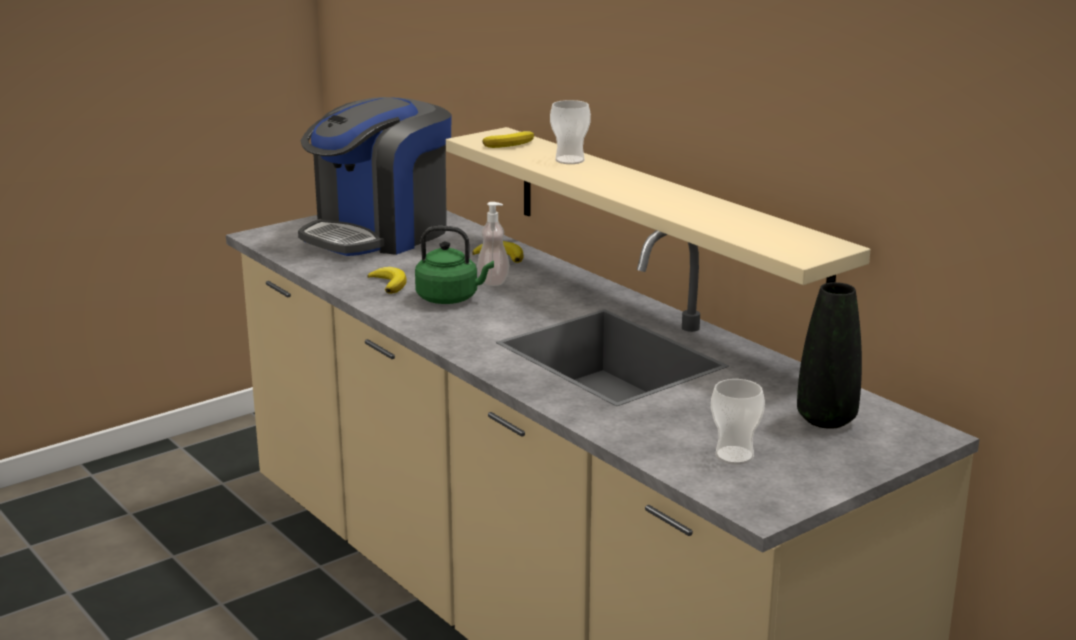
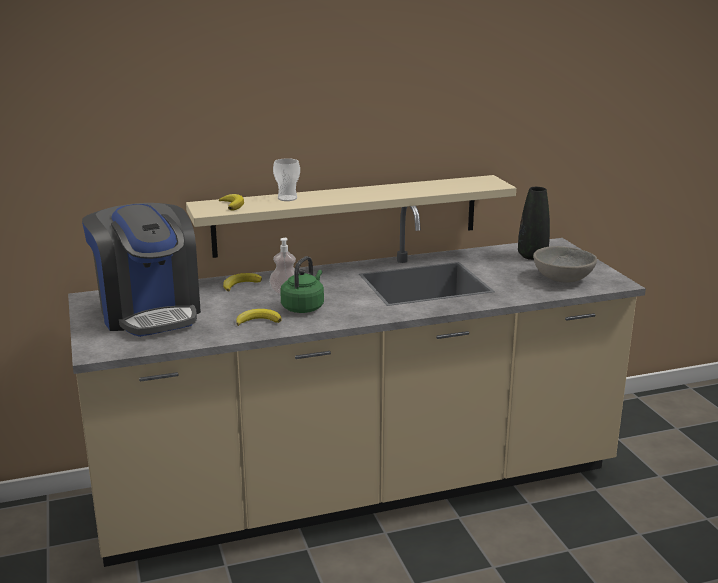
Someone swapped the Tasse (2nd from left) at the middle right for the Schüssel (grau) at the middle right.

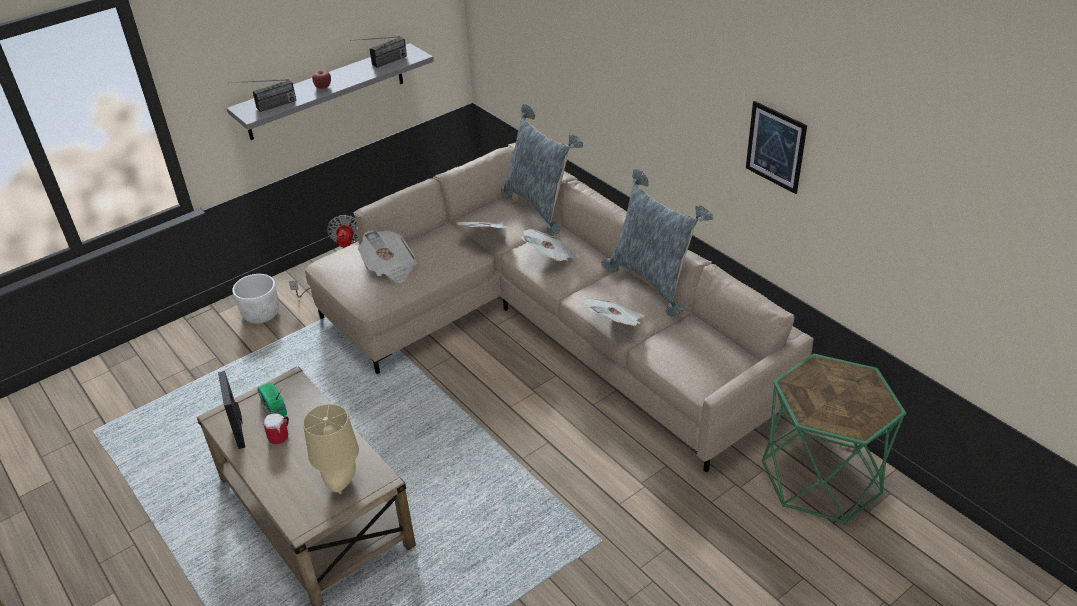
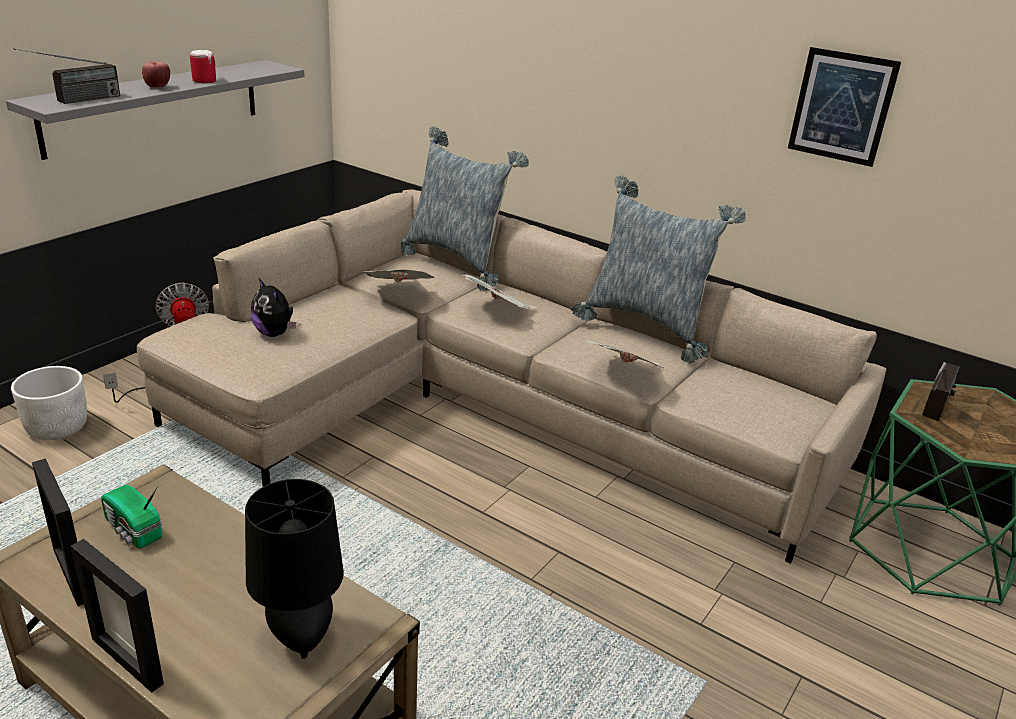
Someone carried the Radio (3rd from left) from the top centre to the middle right.
Someone swapped the Zeitung (1st from left) at the centre for the Plüschtier at the middle left.
Someone repainted the Tischlampe (beige) at the bottom left, which became the Tischlampe (schwarz) at the bottom left.
Someone carried the Henkelbecher from the bottom left to the top left.
Someone put down the Bilderrahmen (2nd from left) at the bottom left.

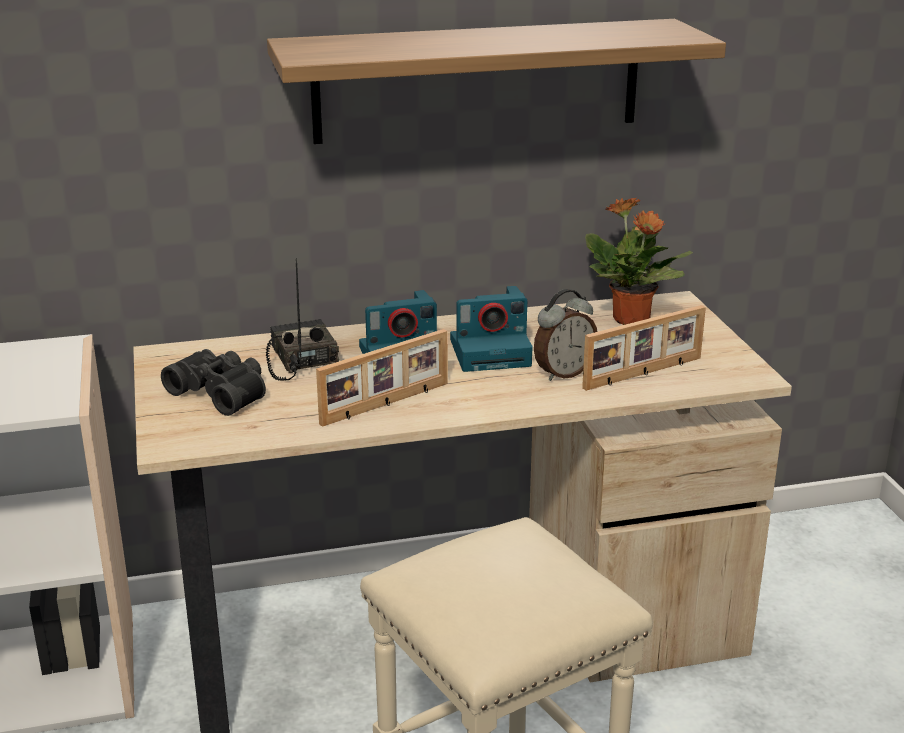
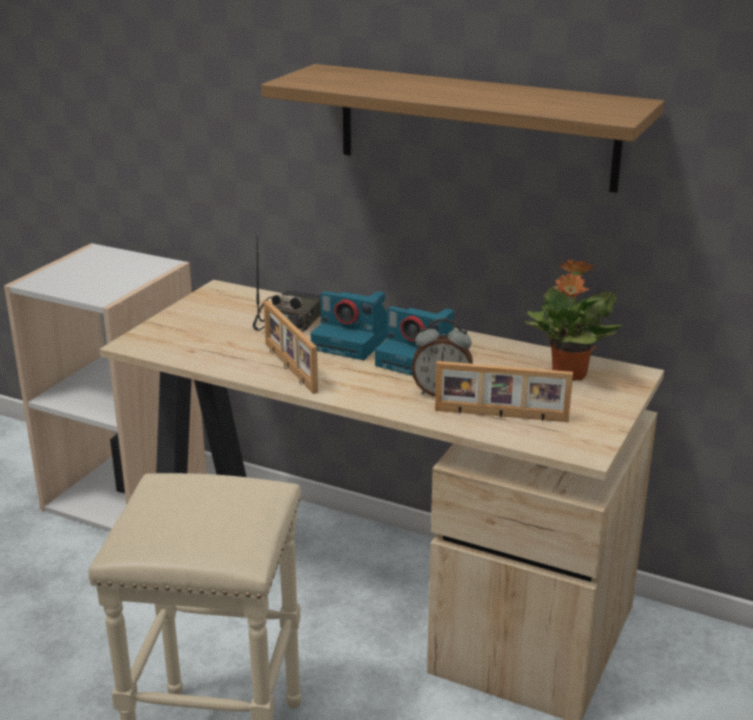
Someone rotated the Bilderrahmen (1st from left) at the centre by 60 degrees clockwise.
Someone took away the Fernglas (schwarz) at the middle left.

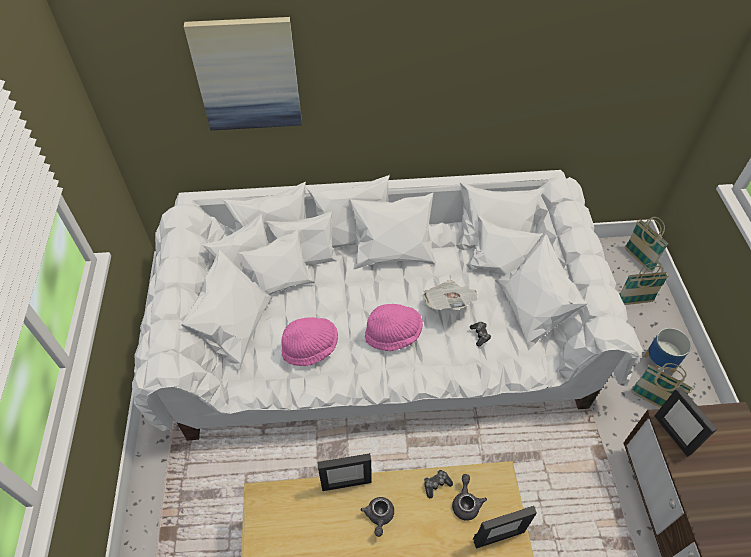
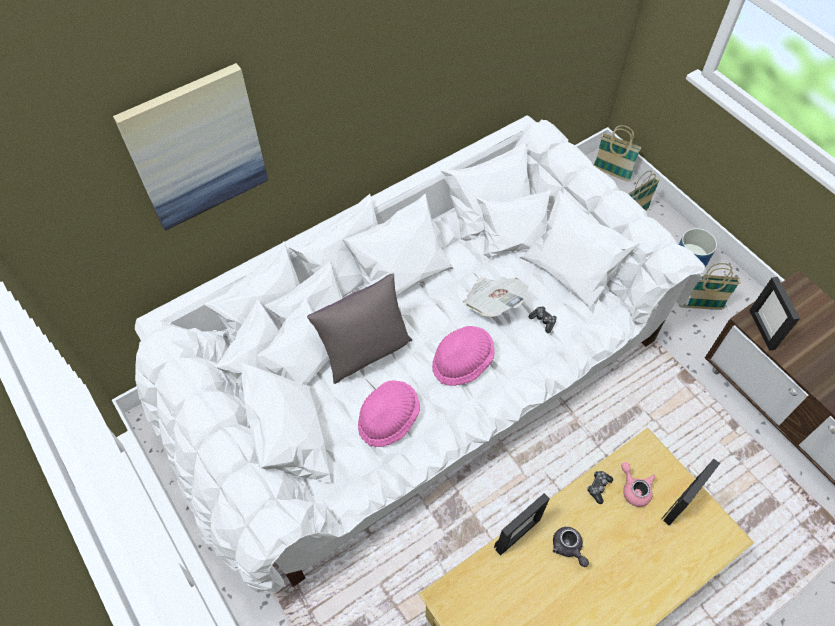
Someone rotated the Bilderrahmen (3rd from left) at the bottom right by 45 degrees clockwise.
Someone repainted the Teekanne (grau) (2nd from left) at the bottom centre, which became the Teekanne (rosa) at the bottom right.
Someone put down the Kissen (grau) at the centre.

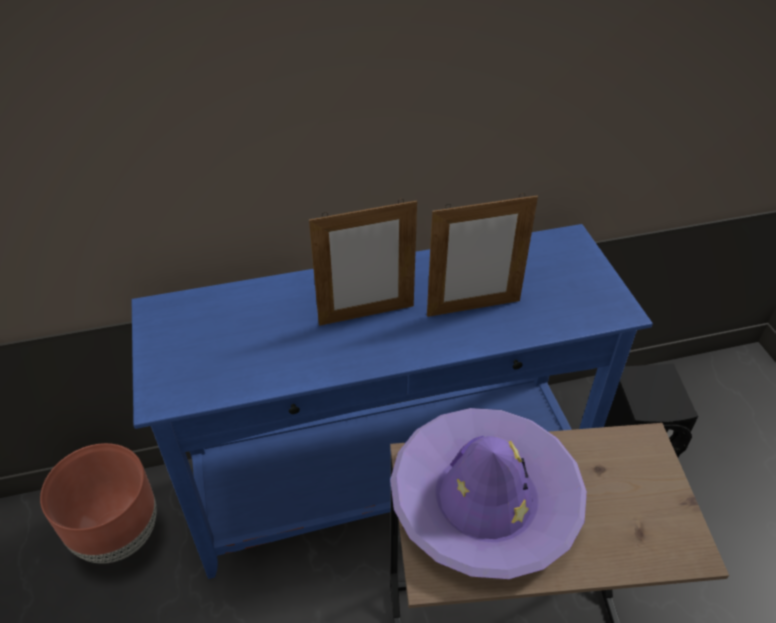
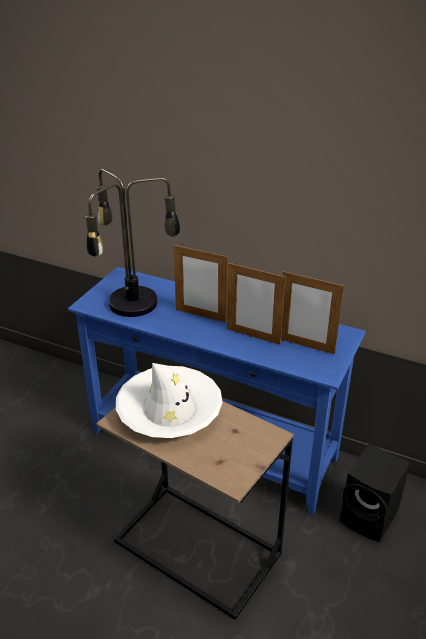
Someone repainted the Hut (lila) at the bottom centre, which became the Hut (weiß) at the centre.
Someone took away the Pflanzkübel (braun) at the bottom left.
Someone put down the Tischlampe at the middle left.
Someone put down the Bilderrahmen (3rd from left) at the middle right.

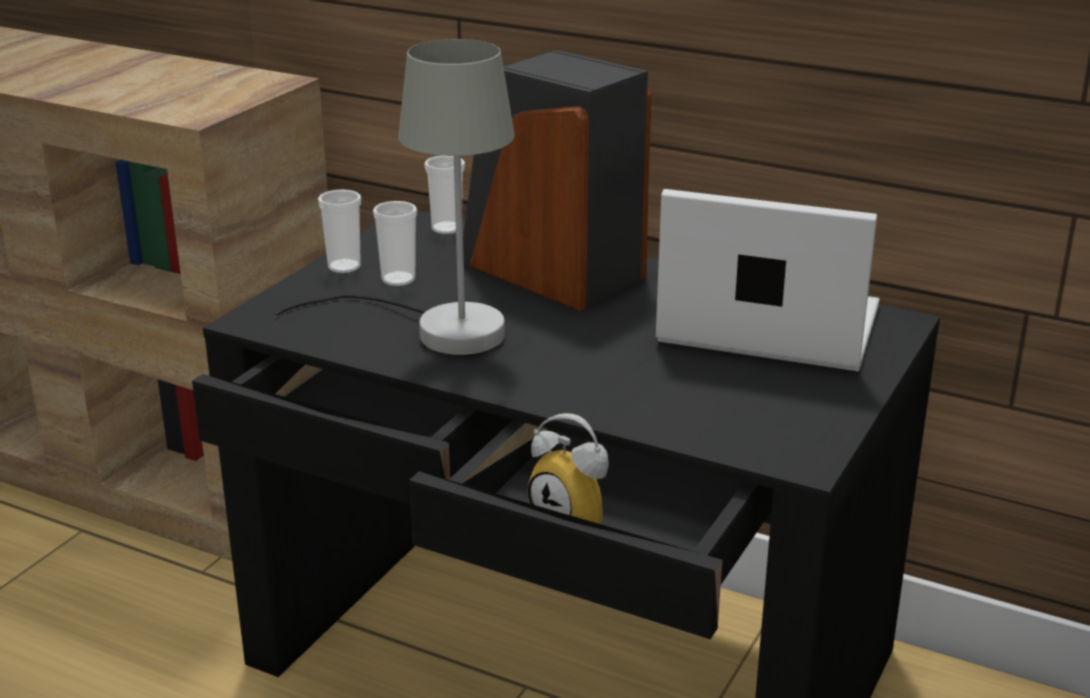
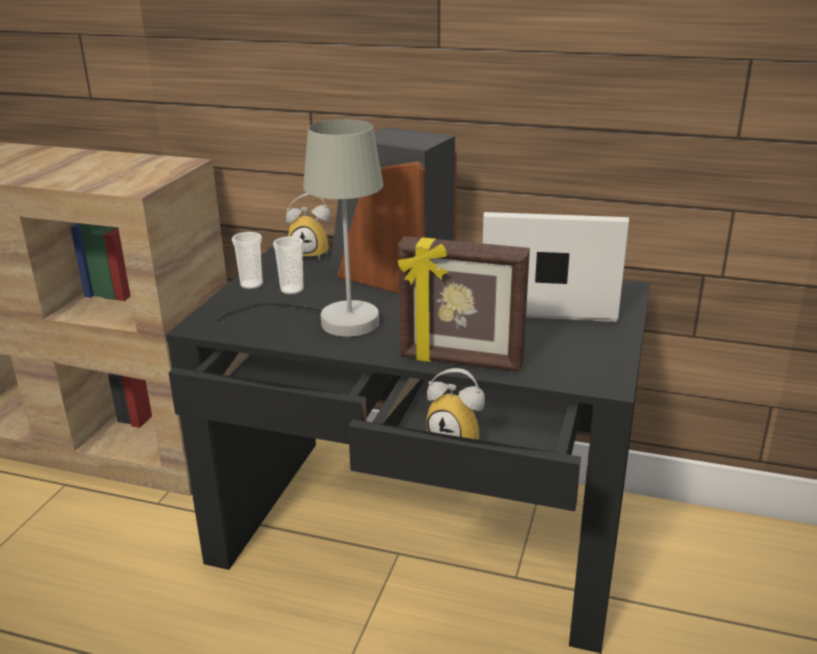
Someone swapped the Tasse (3rd from left) at the top centre for the Wecker (1st from left) at the centre.
Someone put down the Bilderrahmen at the centre.

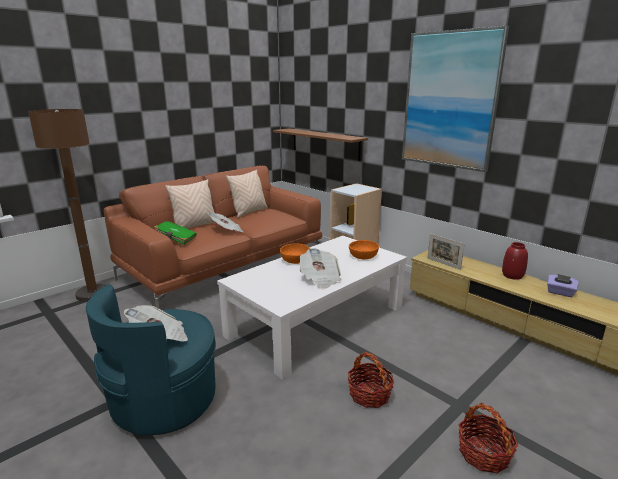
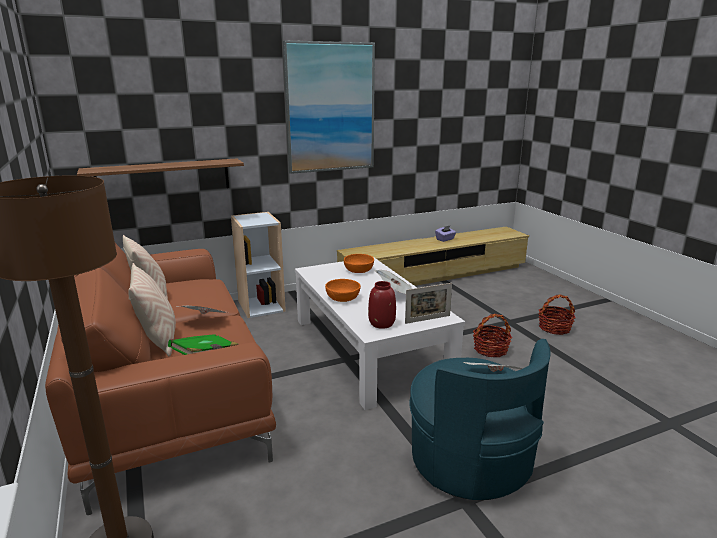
Someone carried the Bilderrahmen from the middle right to the centre.
Someone carried the Vase (rot) from the middle right to the centre.

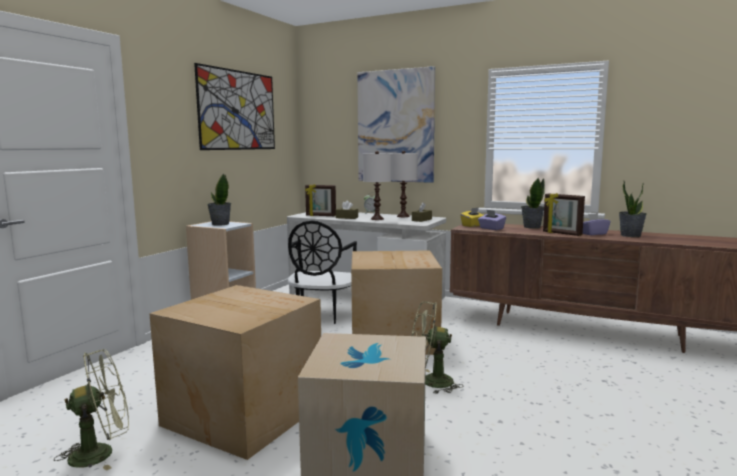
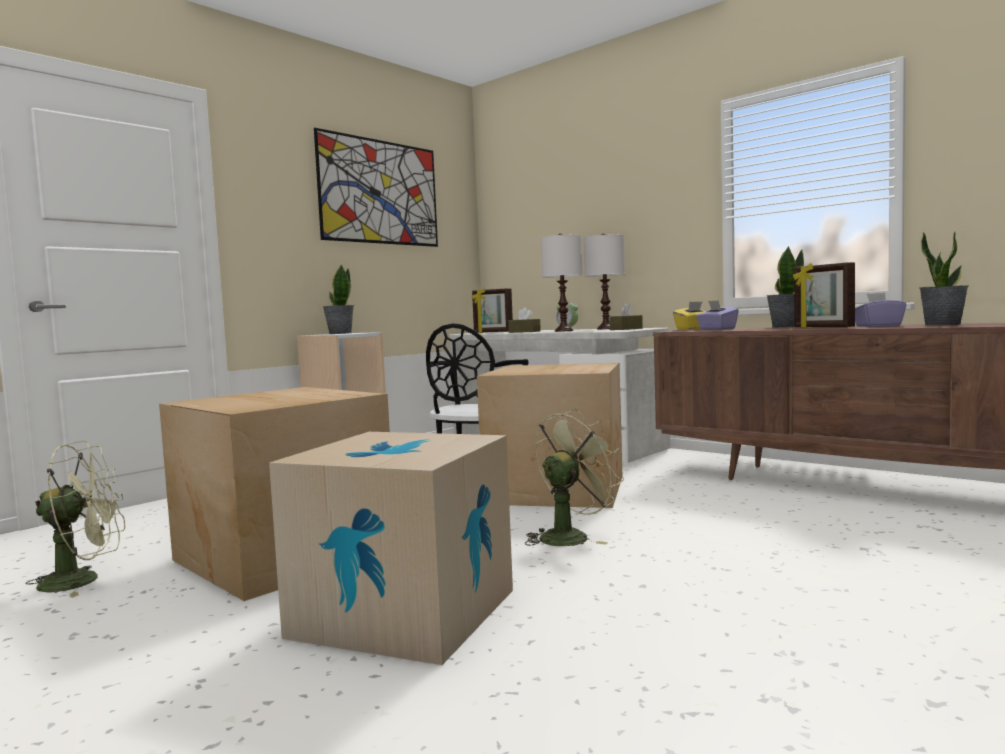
Someone took away the Bild (2nd from left) at the top centre.
Someone rotated the Ventilator (grün) (2nd from left) at the bottom centre by 120 degrees clockwise.

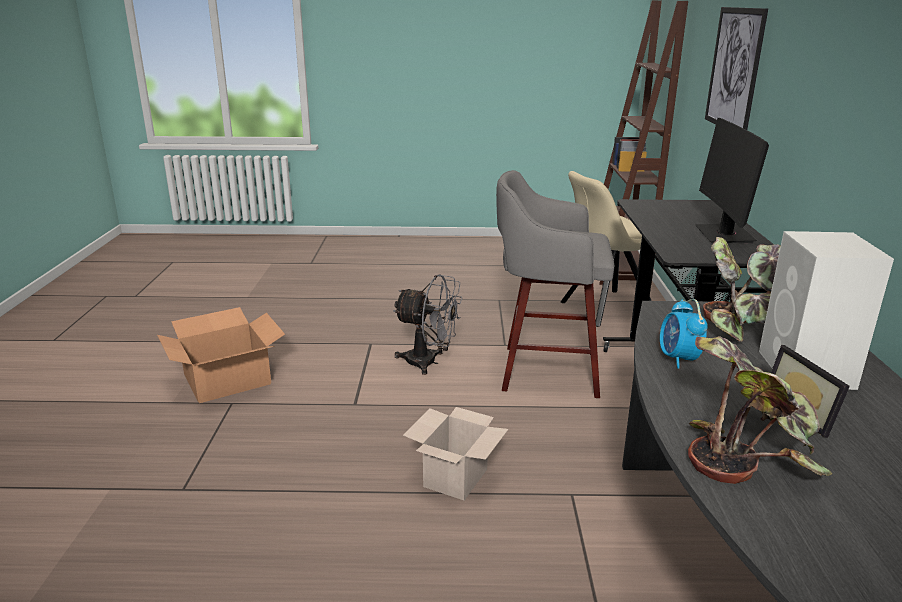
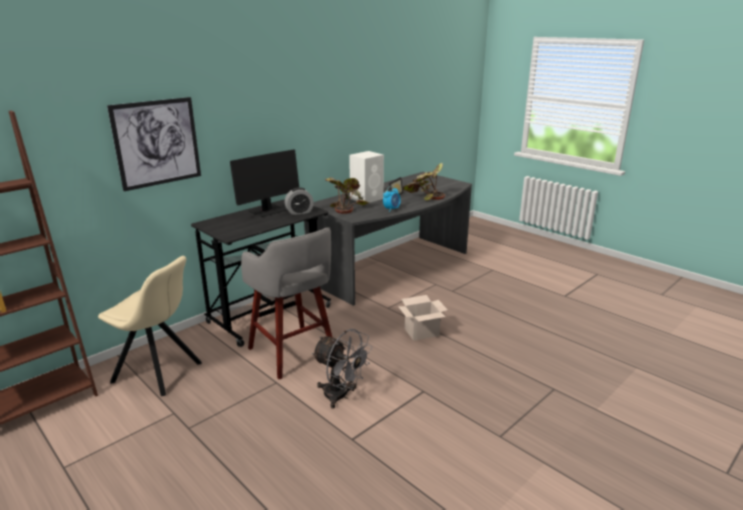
Someone rotated the Ventilator (grau) at the centre by 150 degrees clockwise.
Someone took away the Karton (1st from left) at the middle left.
Someone put down the Wecker (1st from left) at the centre.

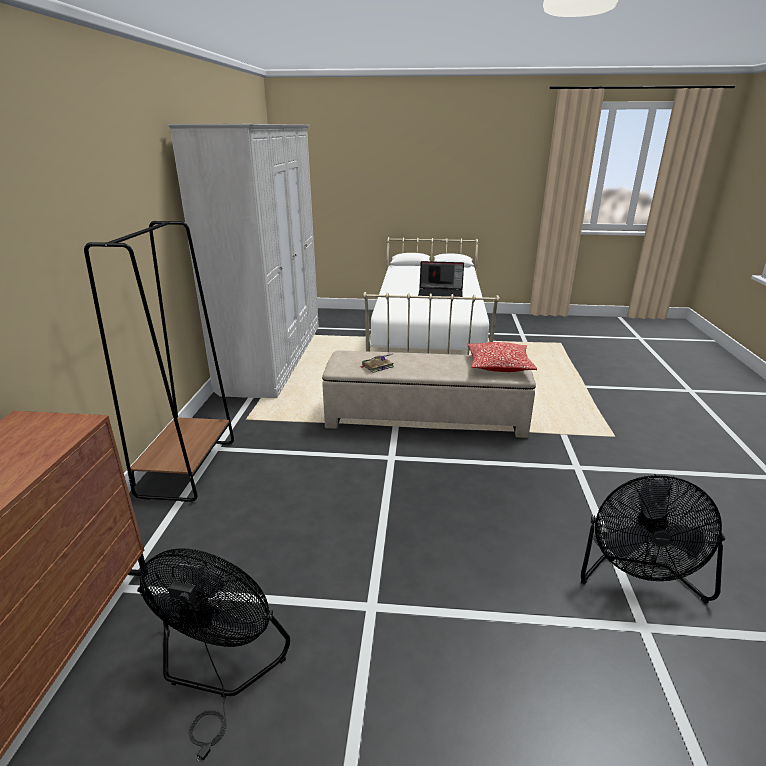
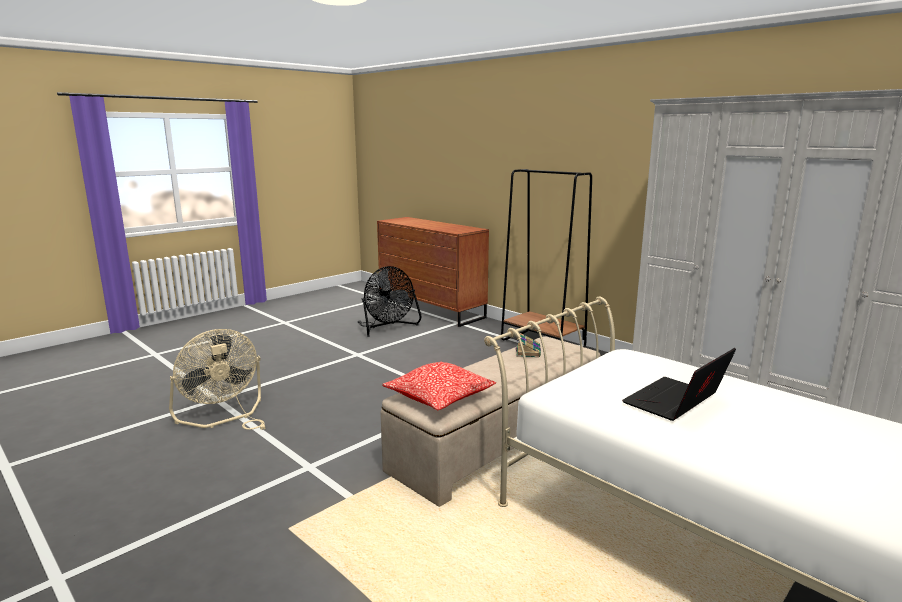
Someone repainted the Ventilator (schwarz) (2nd from left) at the bottom right, which became the Ventilator (beige) at the middle left.

